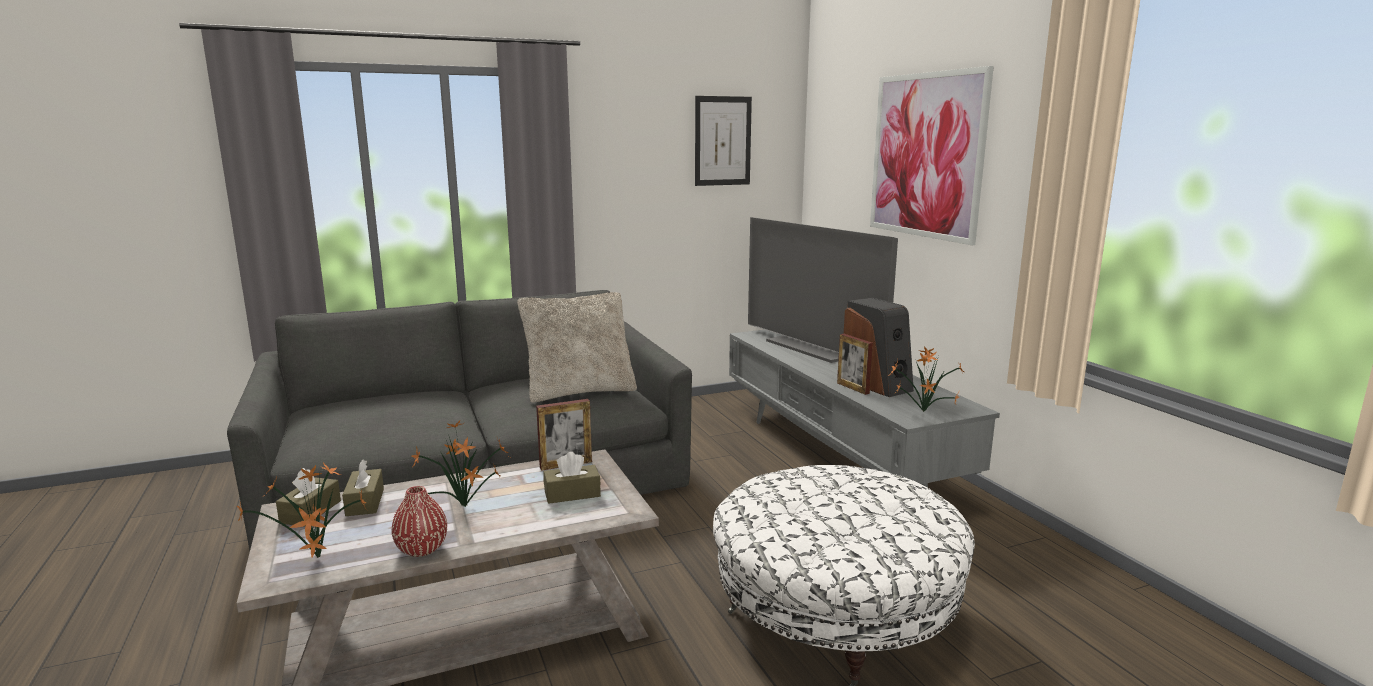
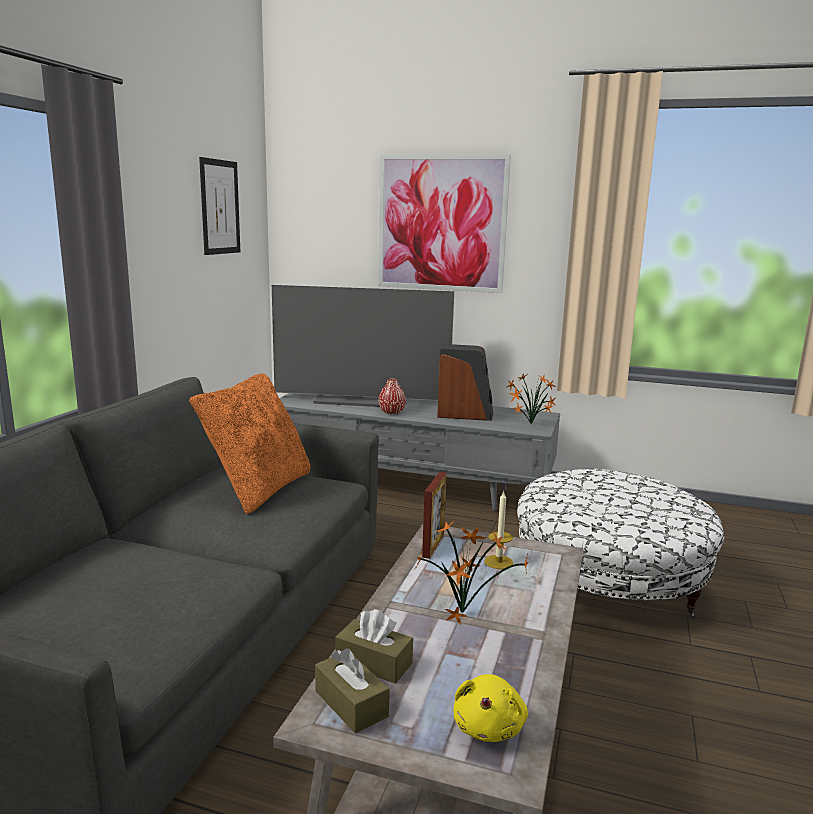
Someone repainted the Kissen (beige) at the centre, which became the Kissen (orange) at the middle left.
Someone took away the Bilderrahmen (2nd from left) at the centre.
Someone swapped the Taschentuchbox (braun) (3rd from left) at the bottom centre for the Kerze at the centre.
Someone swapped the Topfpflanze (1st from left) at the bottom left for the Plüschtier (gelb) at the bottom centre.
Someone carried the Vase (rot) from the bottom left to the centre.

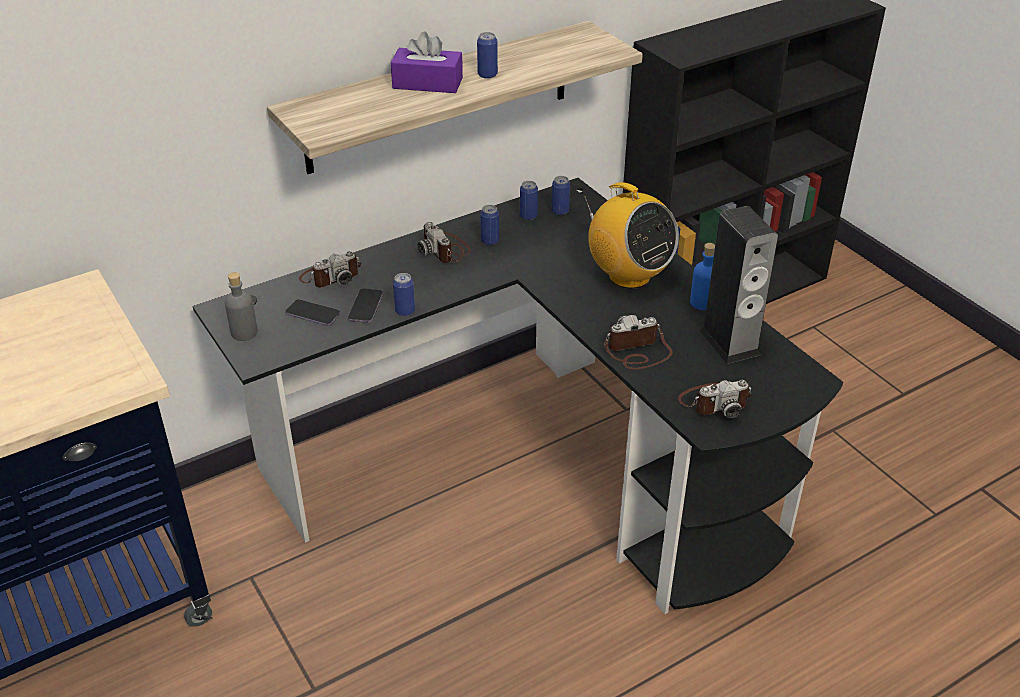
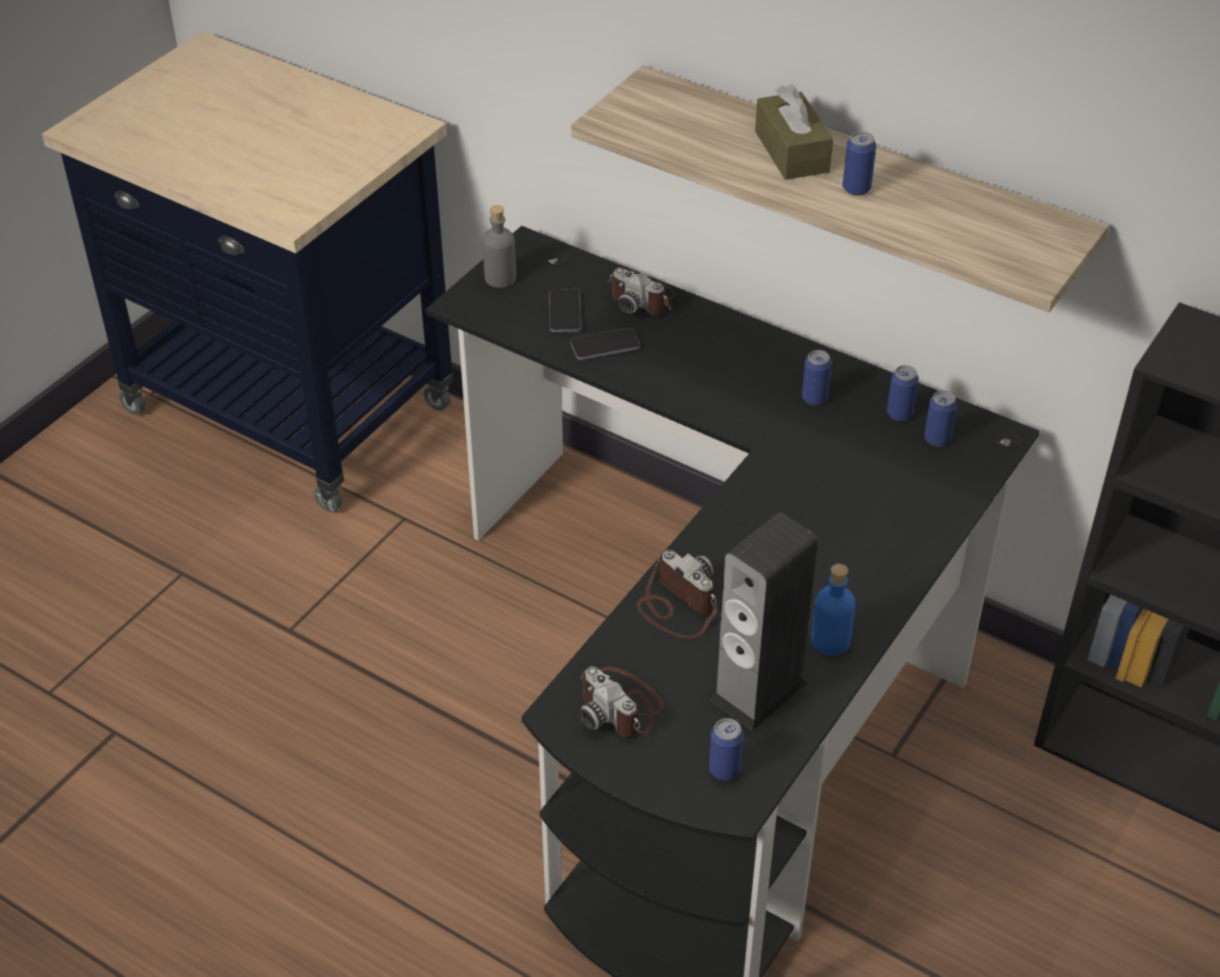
Someone repainted the Taschentuchbox (lila) at the top centre, which became the Taschentuchbox (braun) at the top centre.
Someone took away the Radio at the centre.
Someone took away the Kamera (2nd from left) at the centre.
Someone carried the Dose (1st from left) from the centre to the bottom centre.

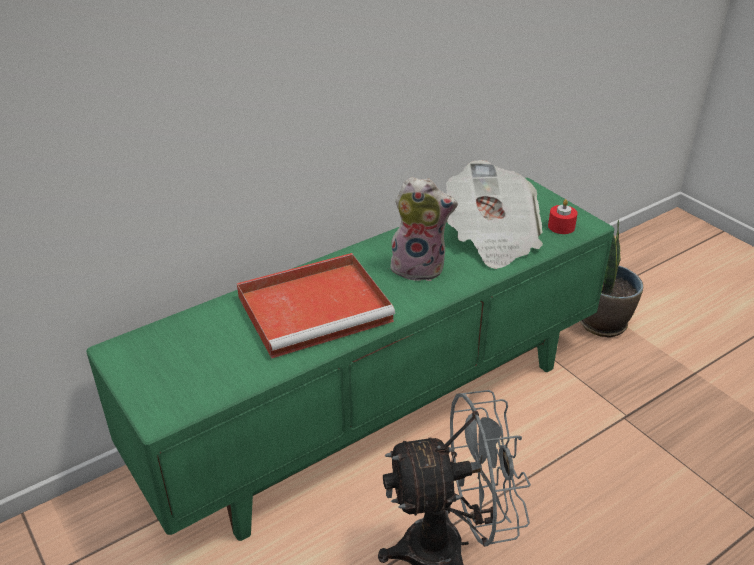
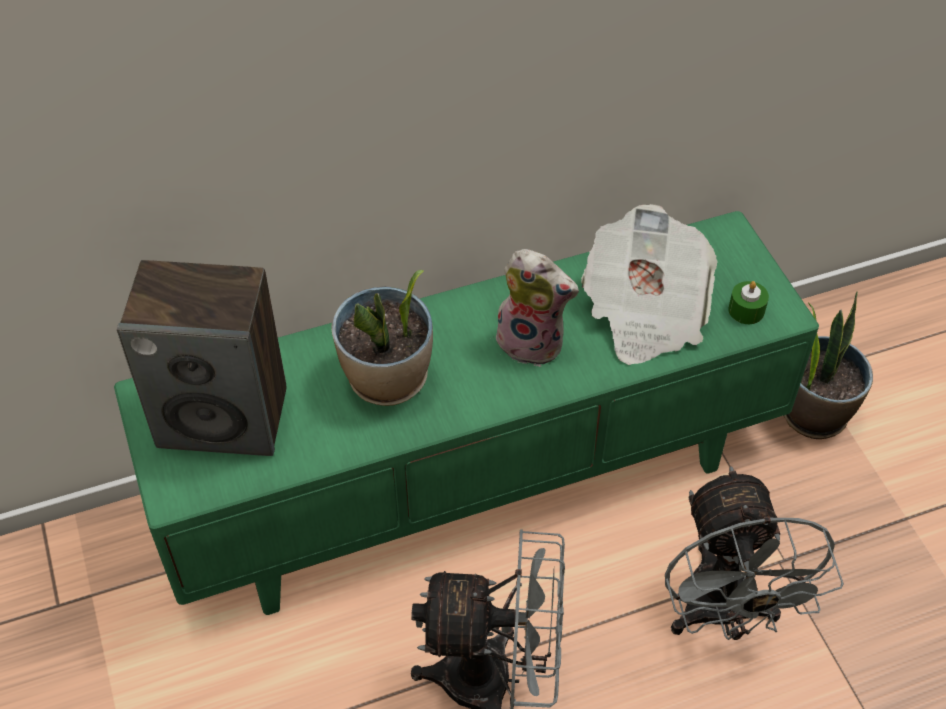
Someone repainted the Kerze (rot) at the middle right, which became the Kerze (grün) at the middle right.
Someone swapped the Tablett (rot) at the centre for the Topfpflanze (1st from left) at the centre.
Someone put down the Lautsprecher at the middle left.
Someone put down the Ventilator (grau) (2nd from left) at the bottom right.

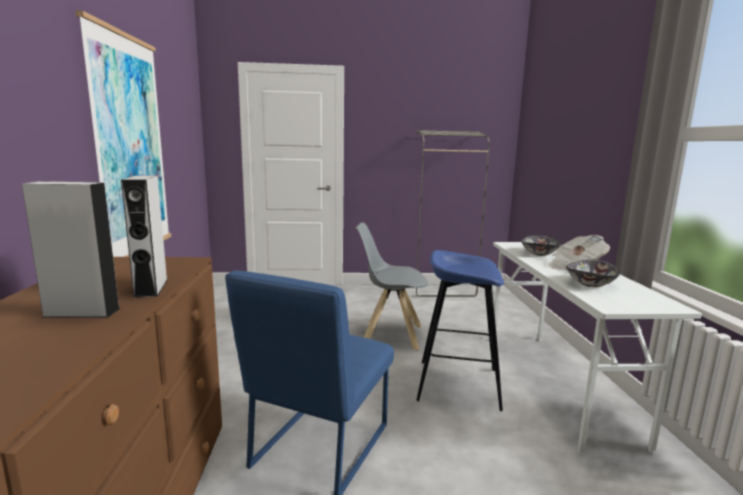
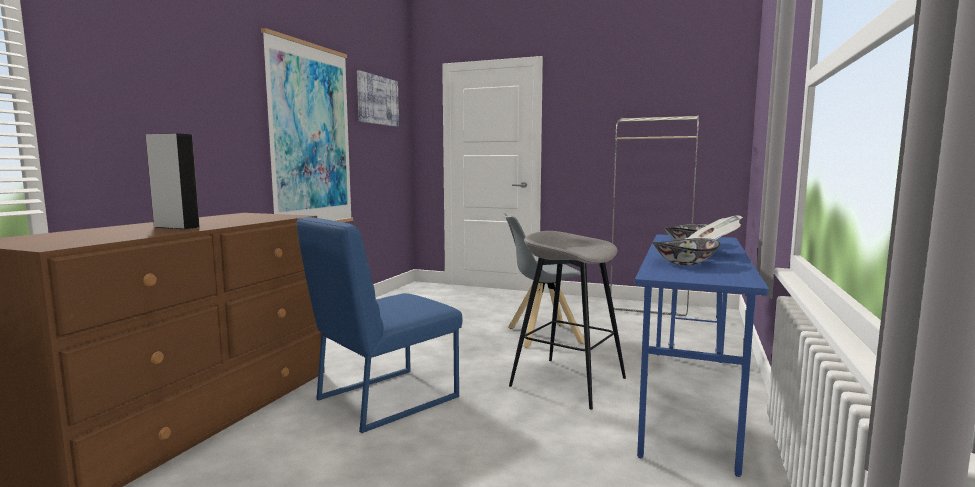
Someone took away the Lautsprecher (grau) (2nd from left) at the middle left.
Someone rotated the Stuhl (grau) at the centre by 45 degrees counterclockwise.
Someone repainted the Schreibtisch (weiß) at the bottom right, which became the Schreibtisch (blau) at the bottom right.
Someone repainted the Hocker (blau) at the bottom centre, which became the Hocker (grau) at the centre.
Someone put up the Bild (2nd from left) at the top centre.

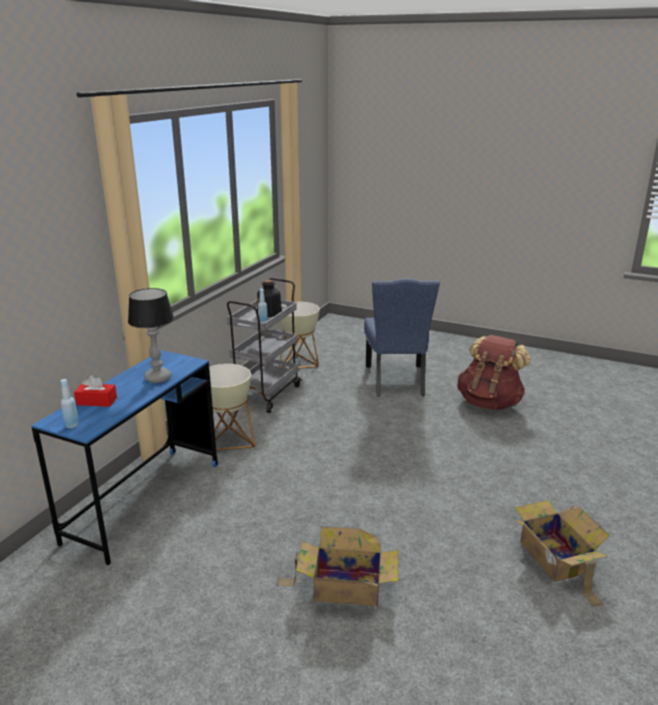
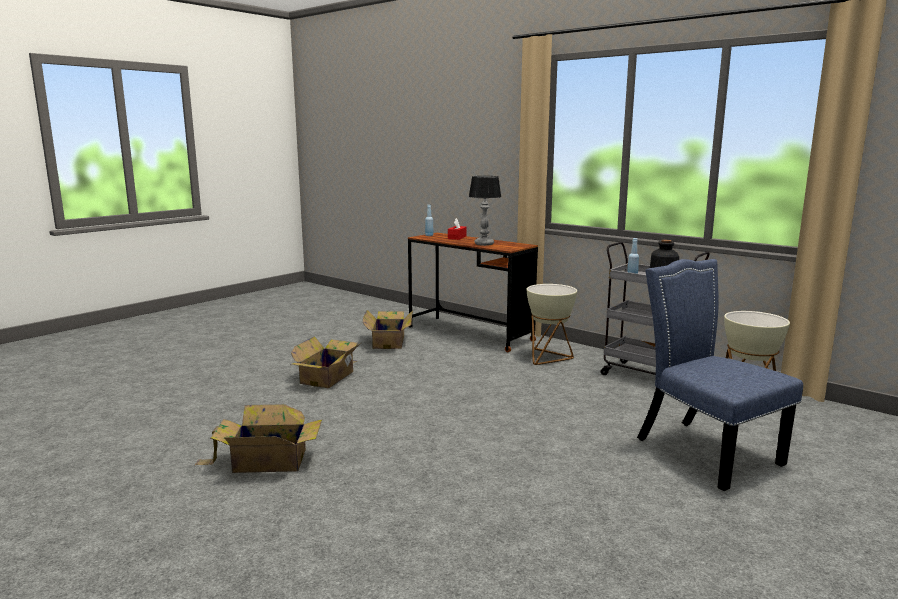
Someone rotated the Stuhl (blau) at the centre by 45 degrees clockwise.
Someone took away the Rucksack (braun) at the middle right.
Someone repainted the Schreibtisch (blau) at the middle left, which became the Schreibtisch (braun) at the centre.
Someone put down the Karton (3rd from left) at the centre.

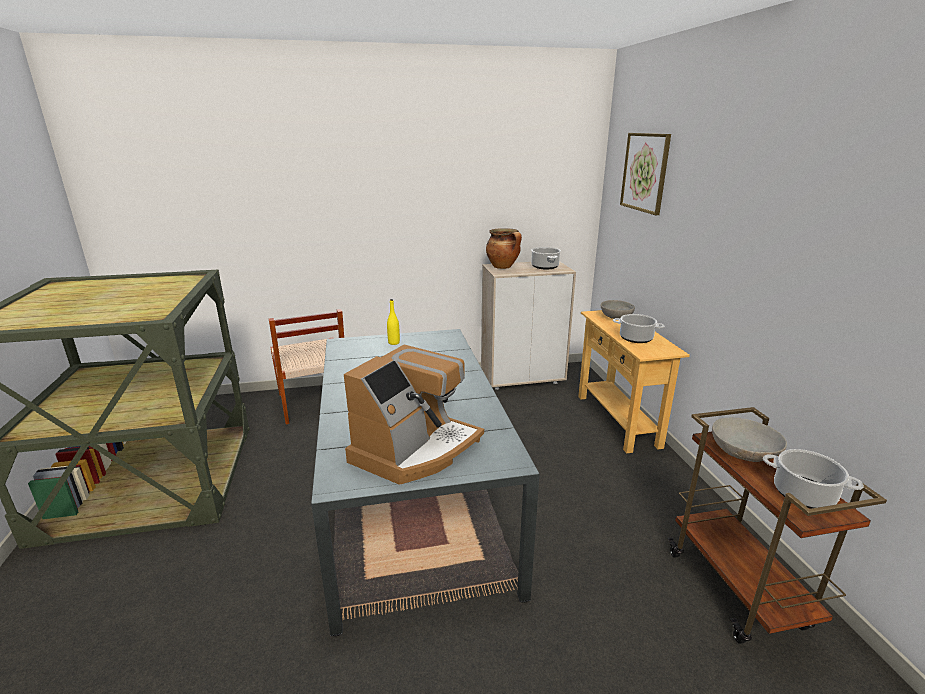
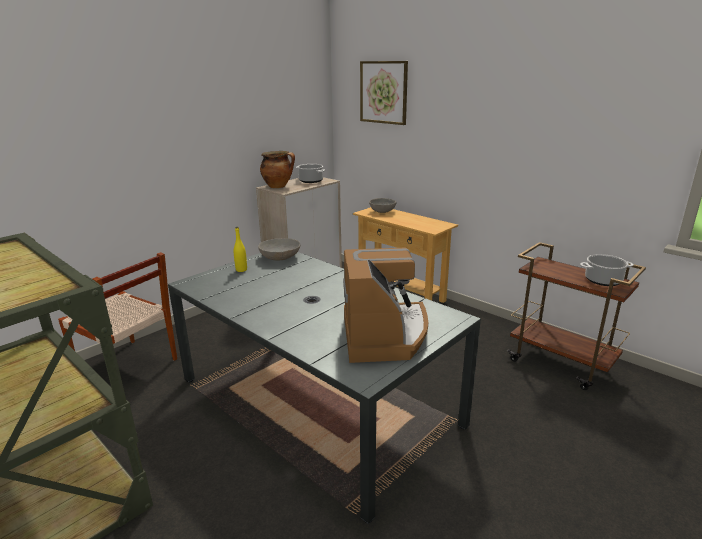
Someone took away the Kochtopf (3rd from left) at the middle right.
Someone carried the Schüssel (grau) (2nd from left in the first image) from the middle right to the centre.

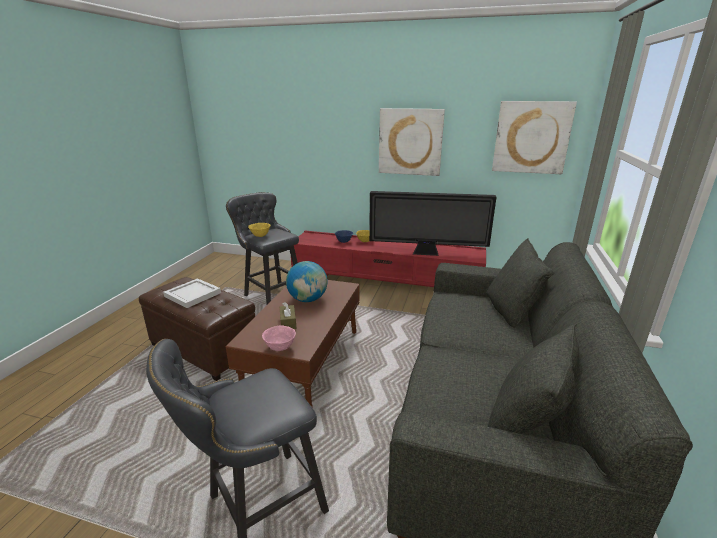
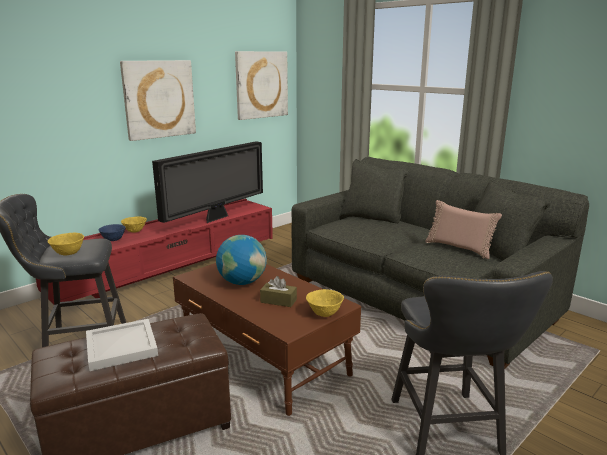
Someone repainted the Schüssel (rosa) at the centre, which became the Schüssel (gelb) (3rd from left) at the centre.
Someone put down the Kissen (beige) at the middle right.

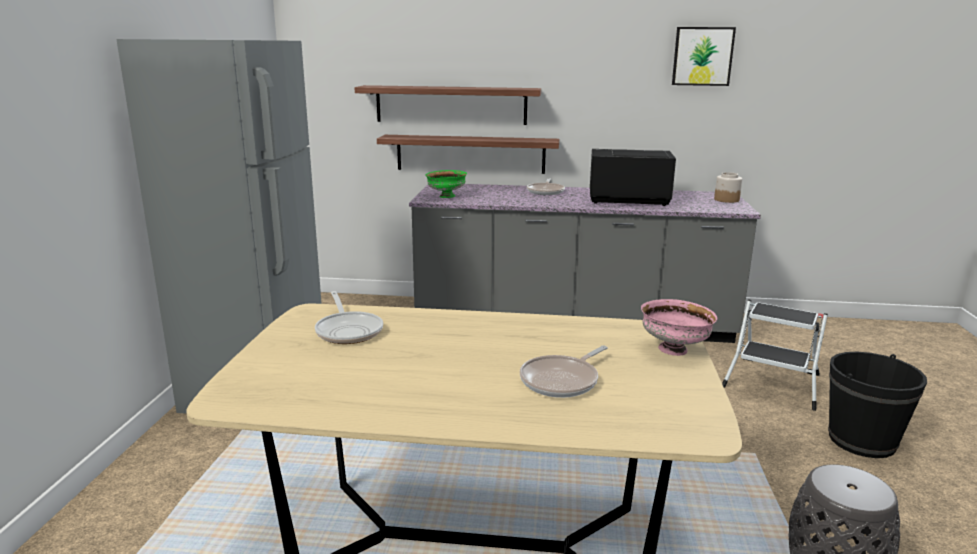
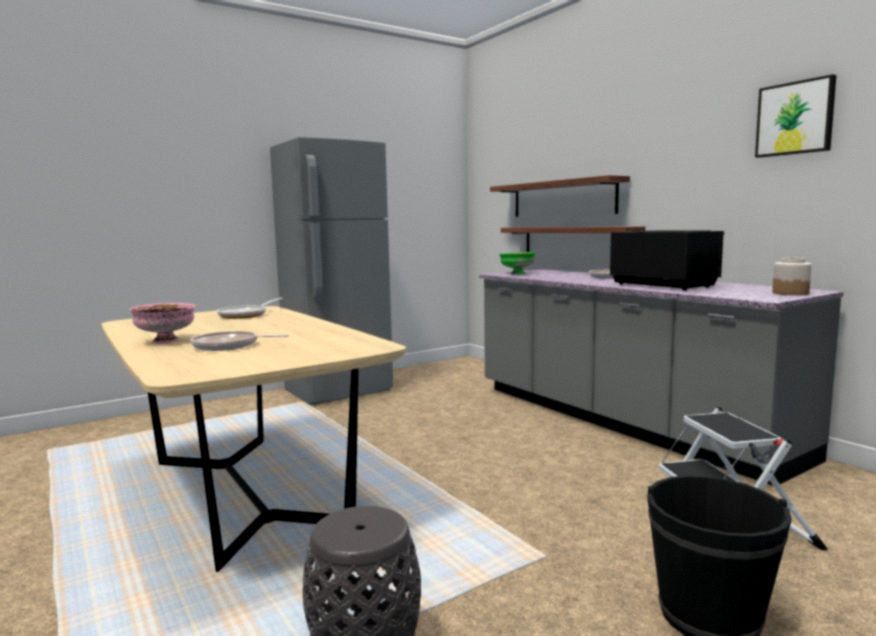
Someone carried the Schüssel (rosa) from the middle right to the middle left.

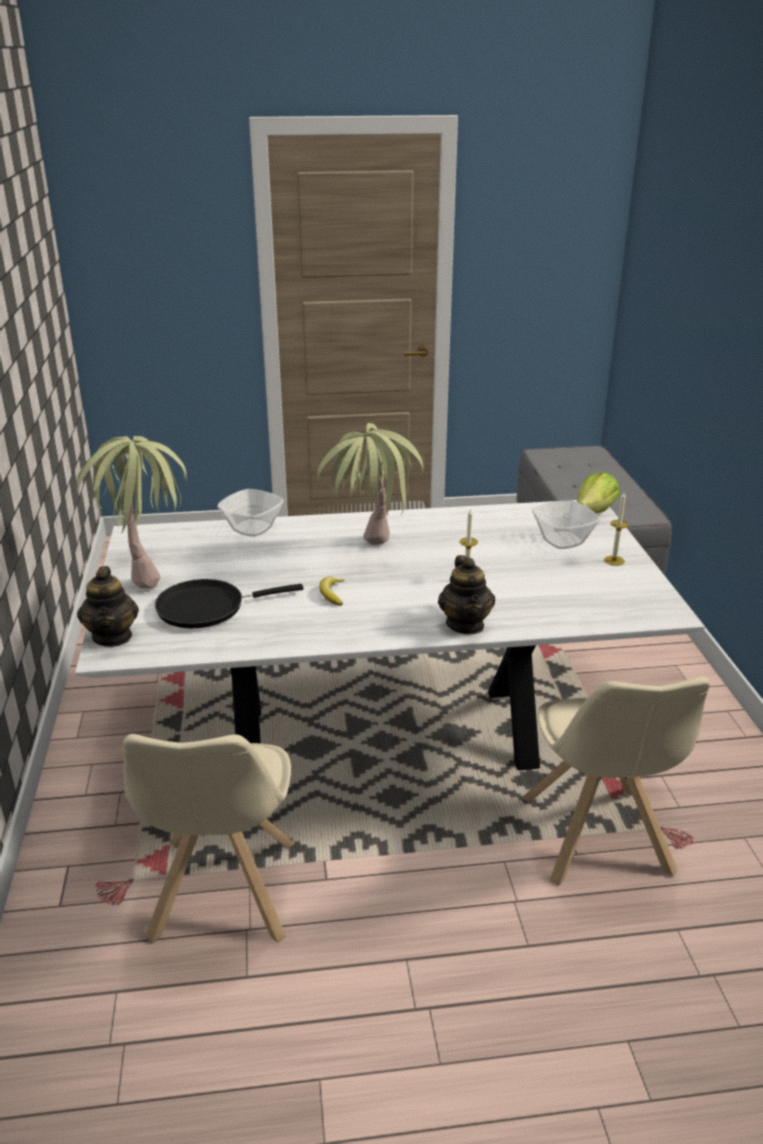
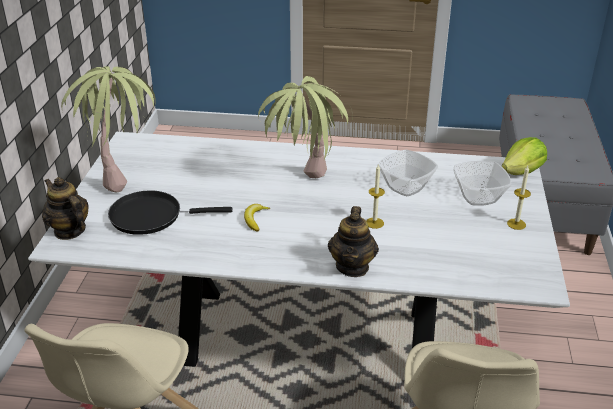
Someone carried the Schüssel (1st from left) from the middle left to the centre.
Someone rotated the Teekanne (1st from left) at the middle left by 135 degrees clockwise.

